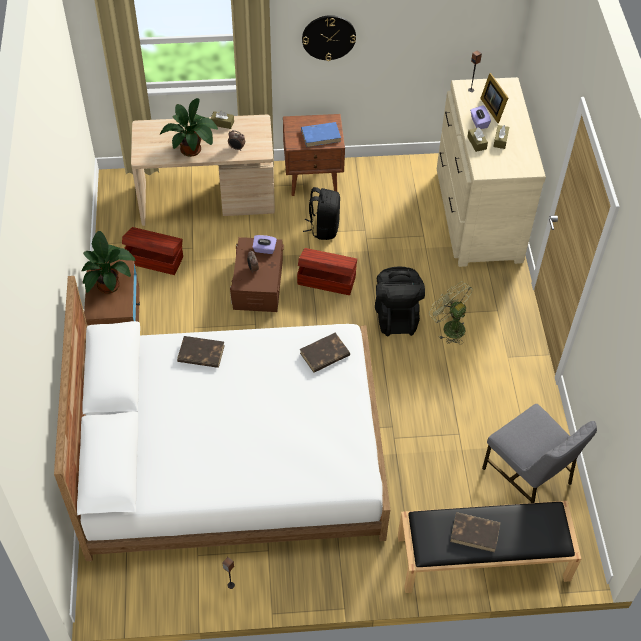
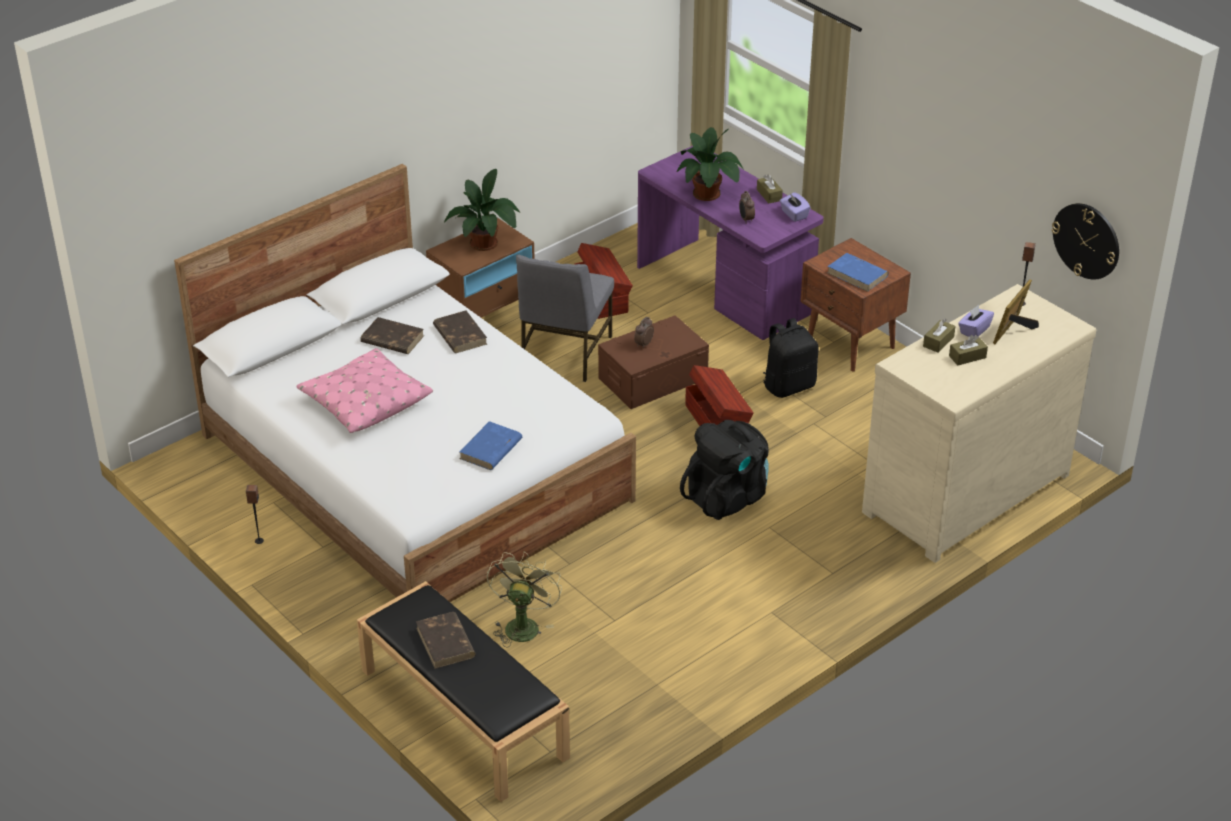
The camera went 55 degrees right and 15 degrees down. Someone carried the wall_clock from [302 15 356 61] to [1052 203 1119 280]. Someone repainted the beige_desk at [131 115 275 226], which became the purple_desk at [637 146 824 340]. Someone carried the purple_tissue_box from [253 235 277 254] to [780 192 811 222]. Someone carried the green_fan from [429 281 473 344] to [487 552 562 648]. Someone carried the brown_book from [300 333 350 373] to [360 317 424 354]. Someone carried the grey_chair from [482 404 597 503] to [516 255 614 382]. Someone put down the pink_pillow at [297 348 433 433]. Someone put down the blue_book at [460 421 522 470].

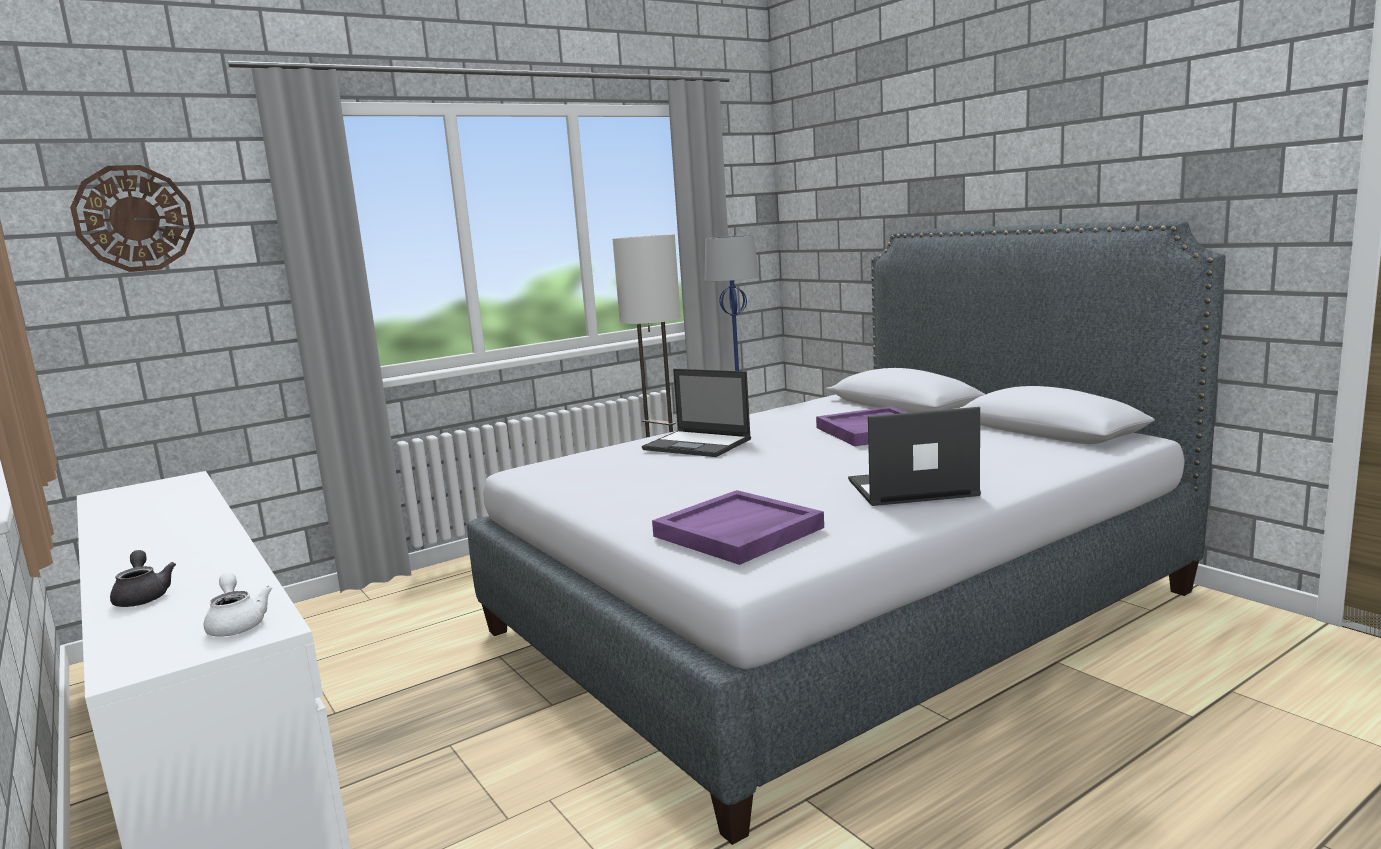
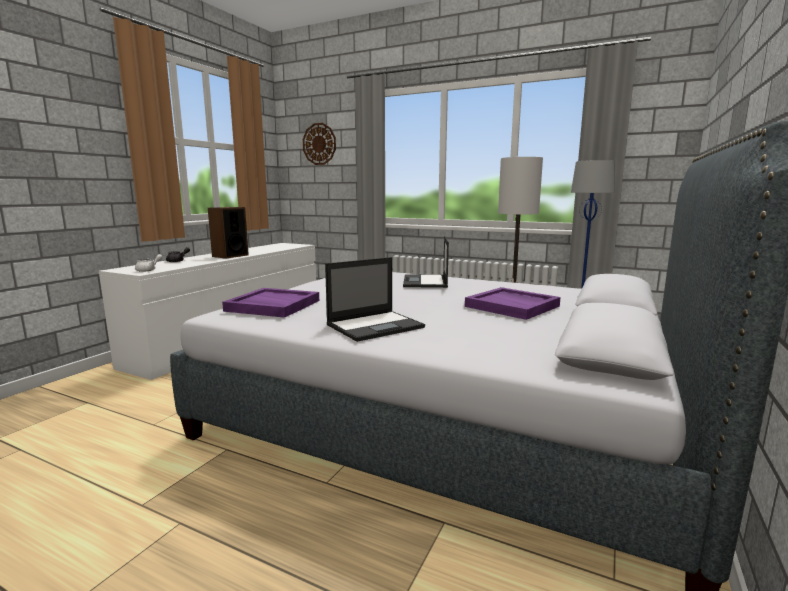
The camera went 60 degrees right and 0 degrees up. Someone rotated the laptop at [848 407 981 506] by 90 degrees clockwise. Someone put down the speaker at [208 207 249 259].

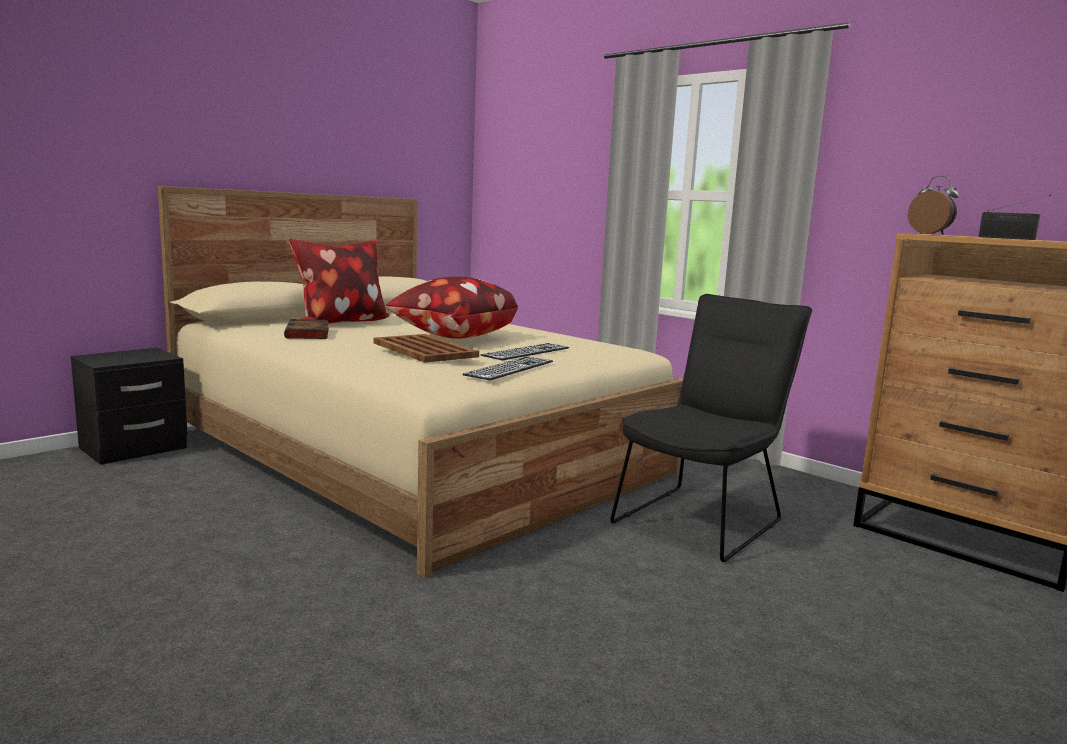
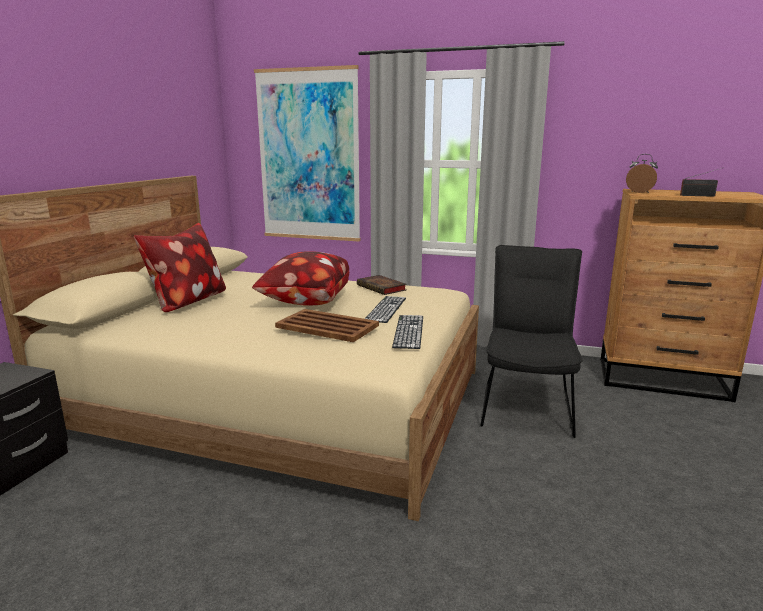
The camera went 25 degrees left and 5 degrees up. Someone carried the book from [284 319 329 339] to [357 275 407 295]. Someone put up the picture at [254 65 361 241].

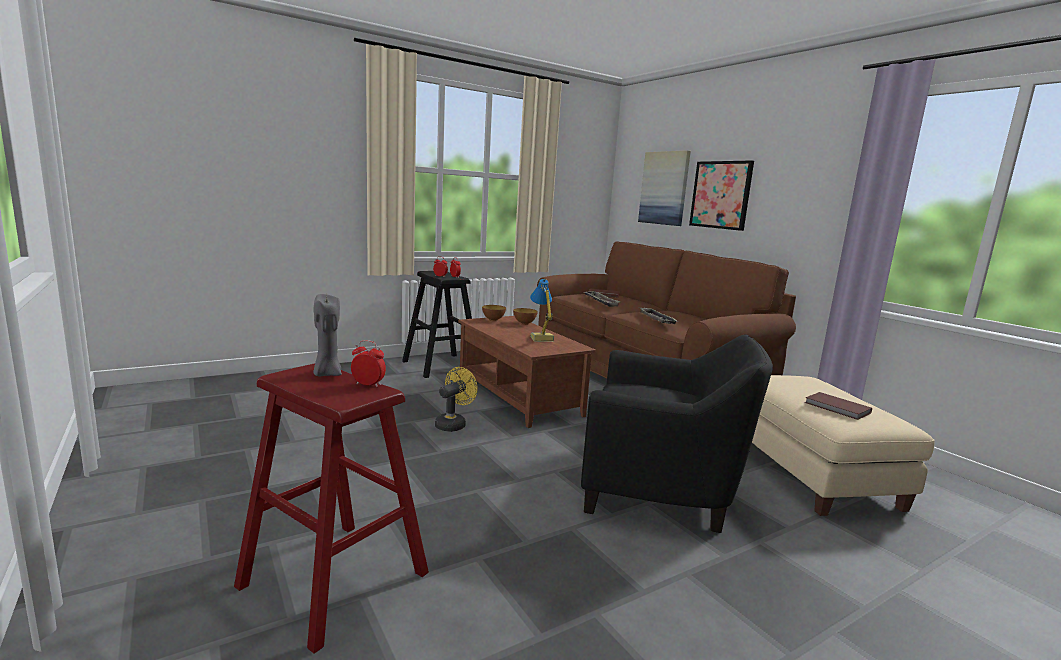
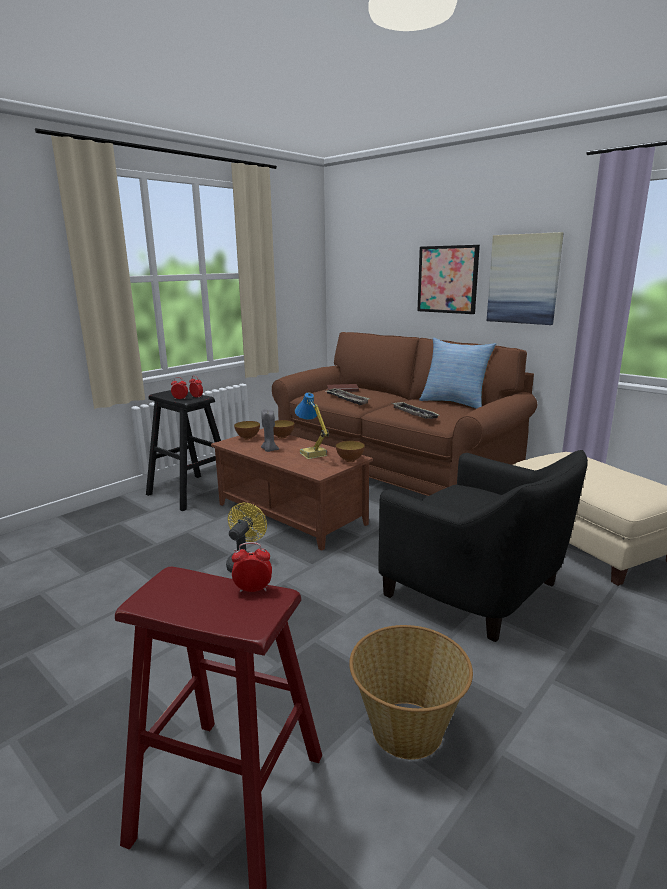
The camera went 15 degrees left and 5 degrees up. Someone carried the picture from [638 150 691 226] to [487 232 564 325]. Someone carried the grey_candle from [313 294 342 376] to [261 409 279 452]. Someone rotated the black_armchair at [581 334 773 533] by 45 degrees clockwise. Someone took away the brown_book at [805 392 872 420]. Someone put down the pillow at [419 338 496 409]. Someone put down the bowl at [336 441 365 462]. Someone put down the basket at [349 625 473 760].

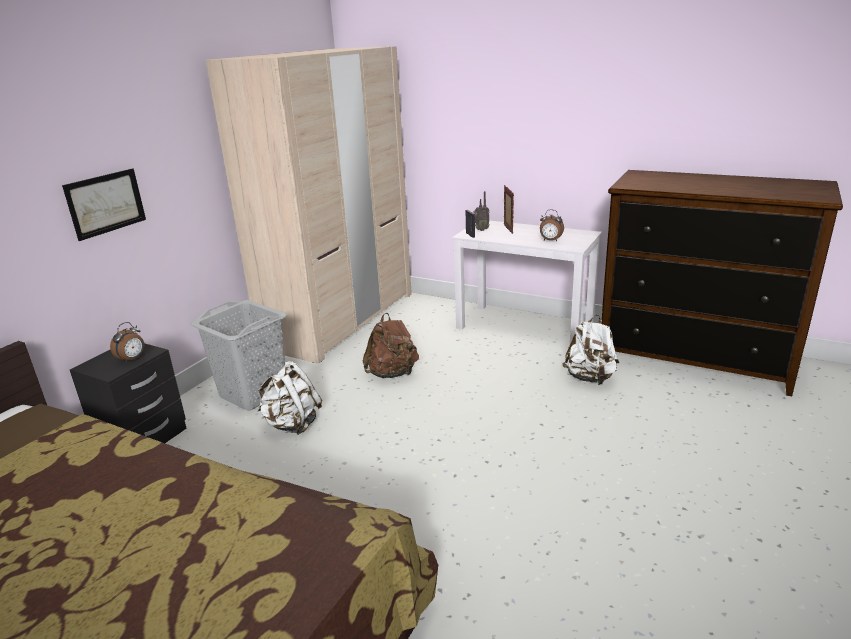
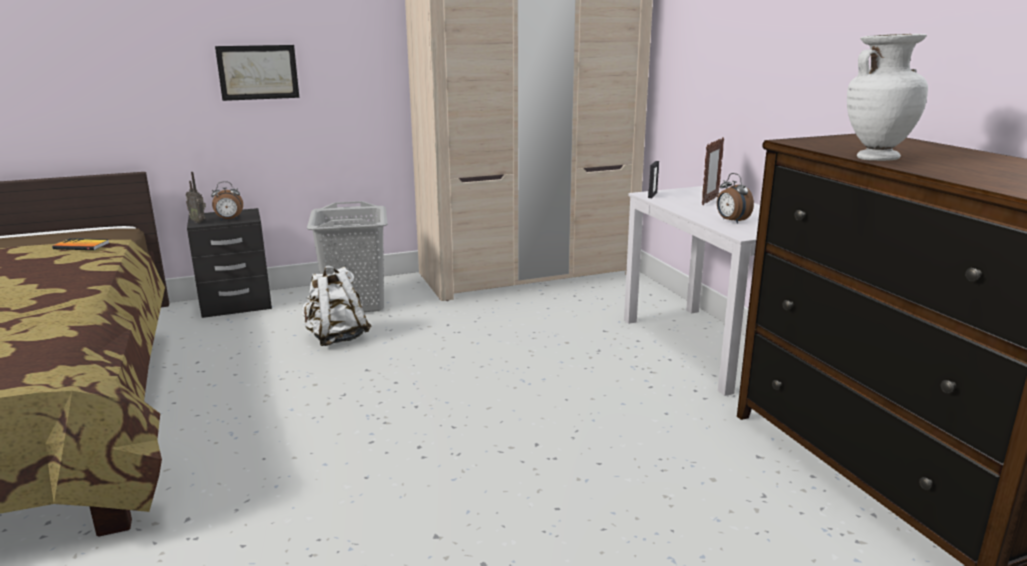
The camera went 40 degrees right and 5 degrees down. Someone carried the radio from [473 191 490 231] to [186 172 206 223]. Someone took away the brown_backpack at [363 313 419 378]. Someone took away the white_backpack at [563 314 619 385]. Someone put down the white_vase at [847 34 928 161]. Someone put down the book at [52 238 109 250].

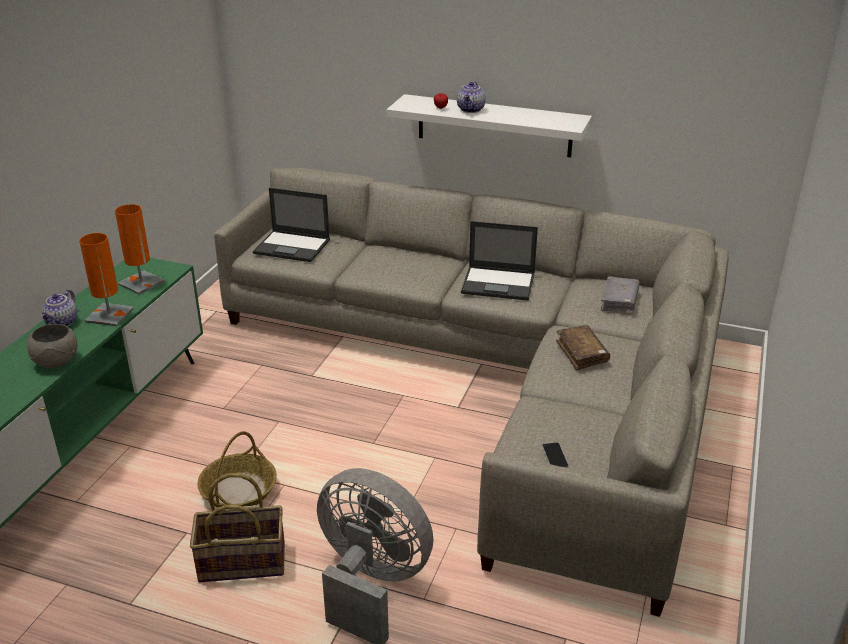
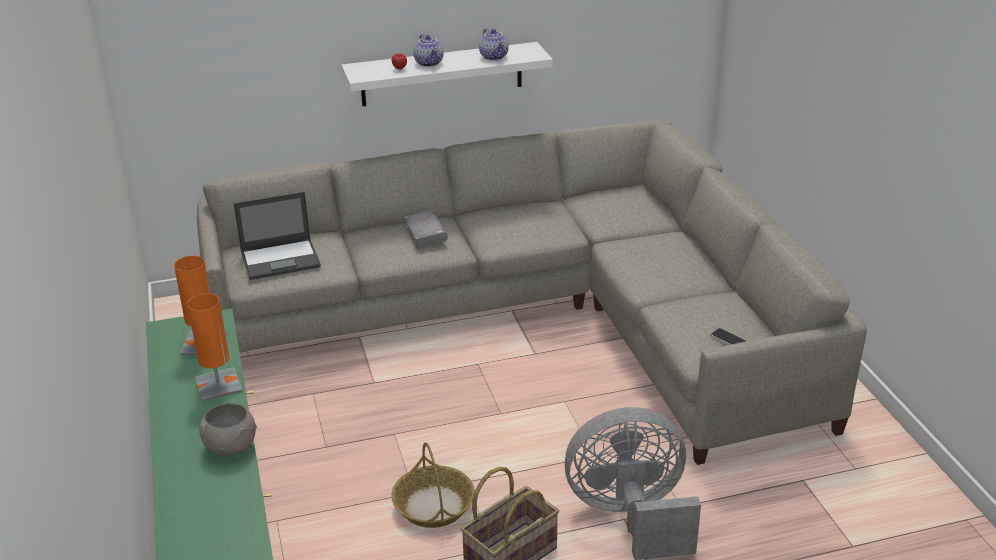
The camera went 35 degrees left and 0 degrees up. Someone took away the laptop at [461 221 538 301]. Someone carried the grey_book from [601 276 640 311] to [404 211 448 249]. Someone carried the teapot from [40 289 77 327] to [479 28 509 61]. Someone took away the brown_book at [556 325 610 370].

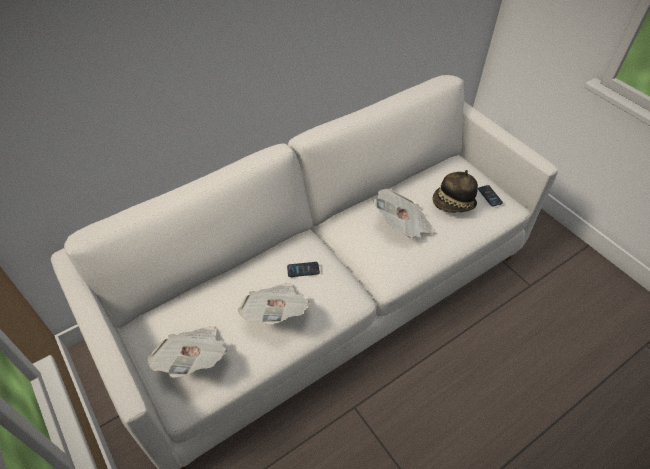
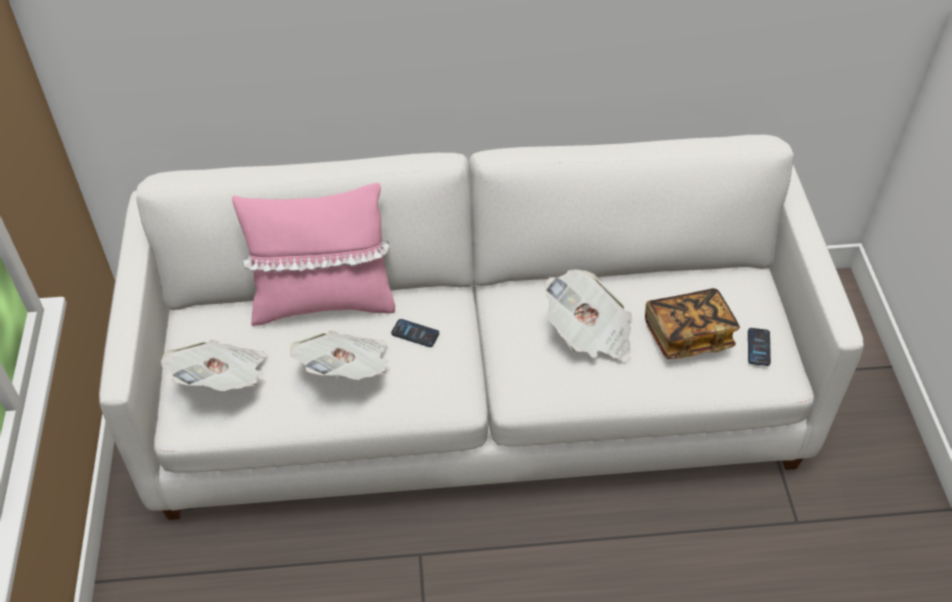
The camera went 30 degrees right and 0 degrees up. Someone swapped the hat at [432 170 478 213] for the book at [645 288 740 359]. Someone put down the pink_pillow at [232 183 395 326].

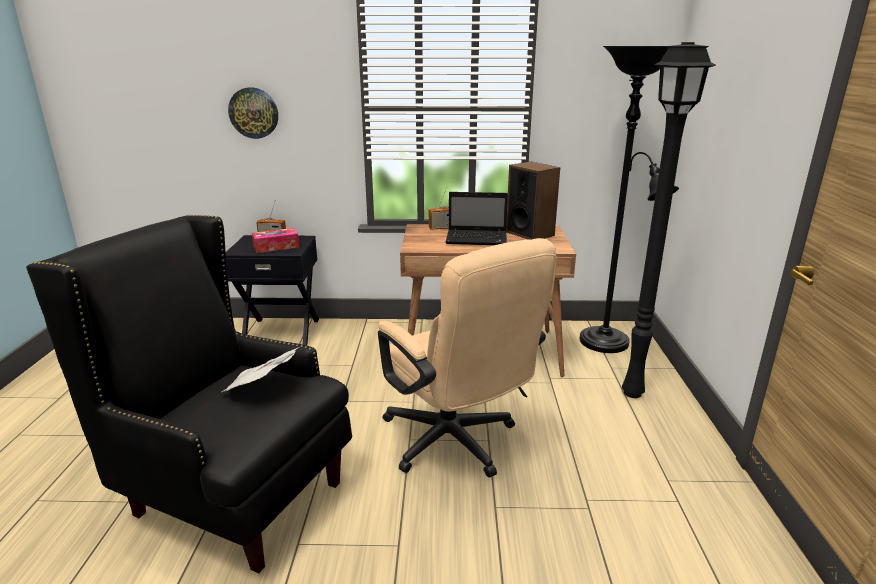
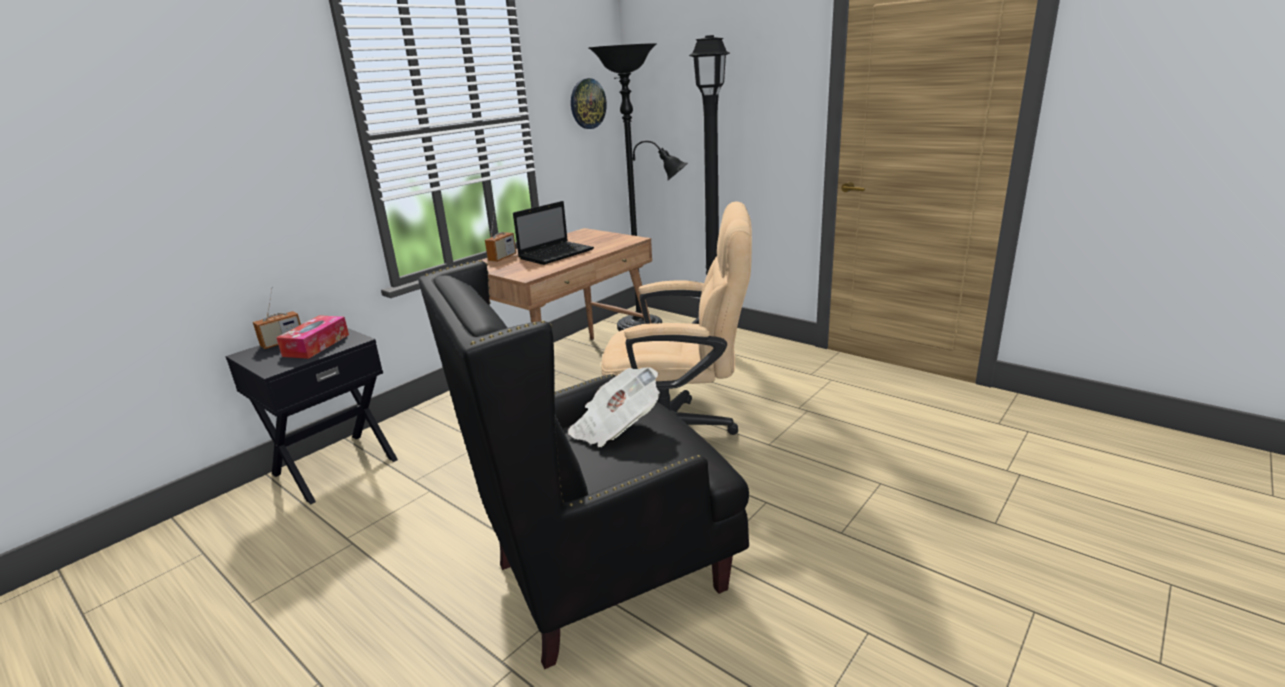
The camera went 50 degrees left and 0 degrees up. Someone carried the wall_clock from [228 87 278 139] to [571 78 607 129]. Someone took away the speaker at [506 162 560 240].

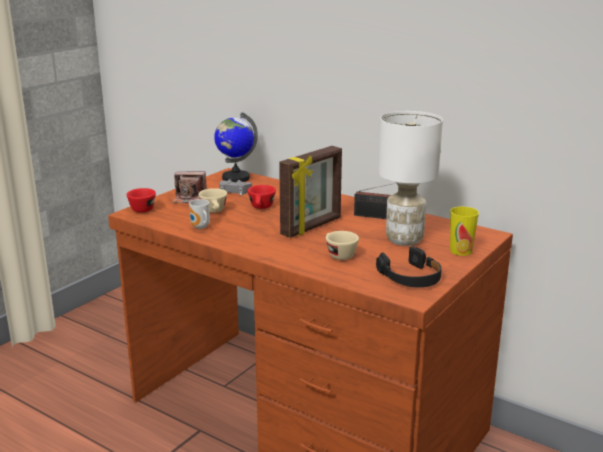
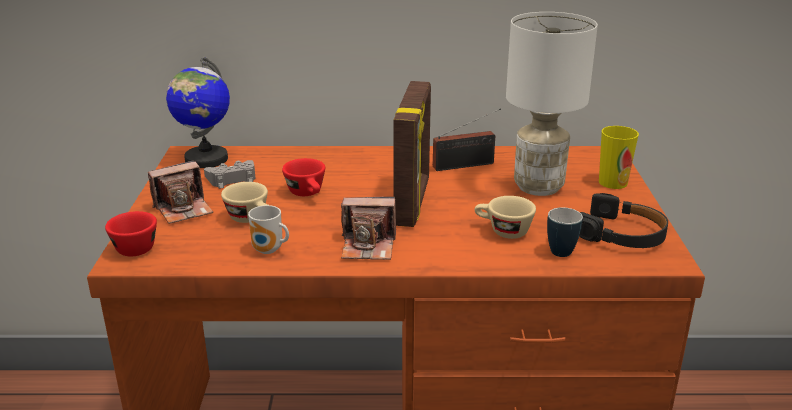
The camera went 35 degrees left and 5 degrees up. Someone put down the photo_camera at [341 197 396 260]. Someone put down the mug at [547 207 583 257].

